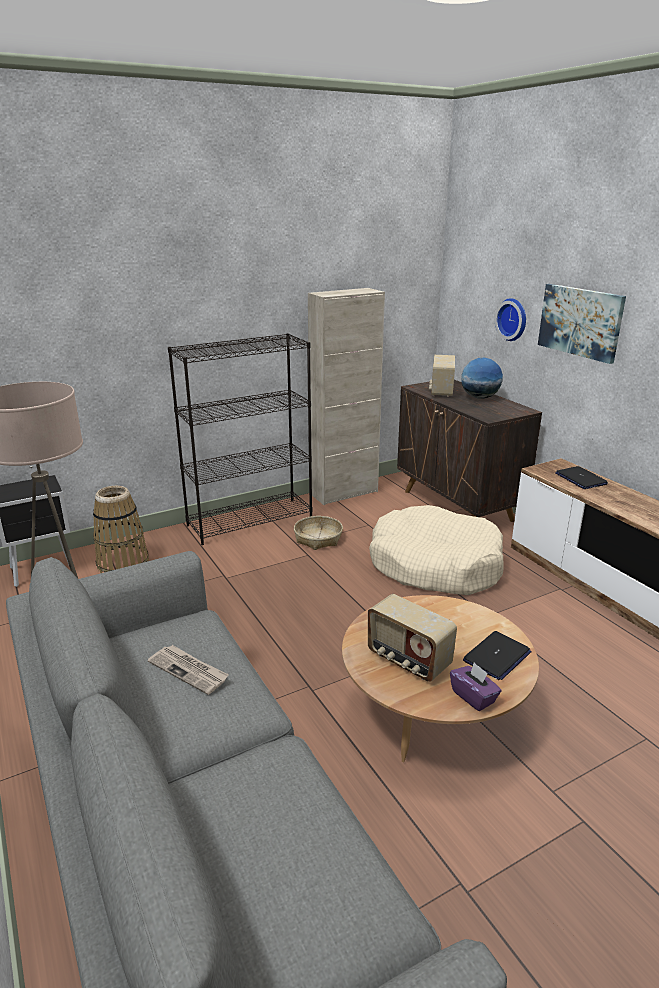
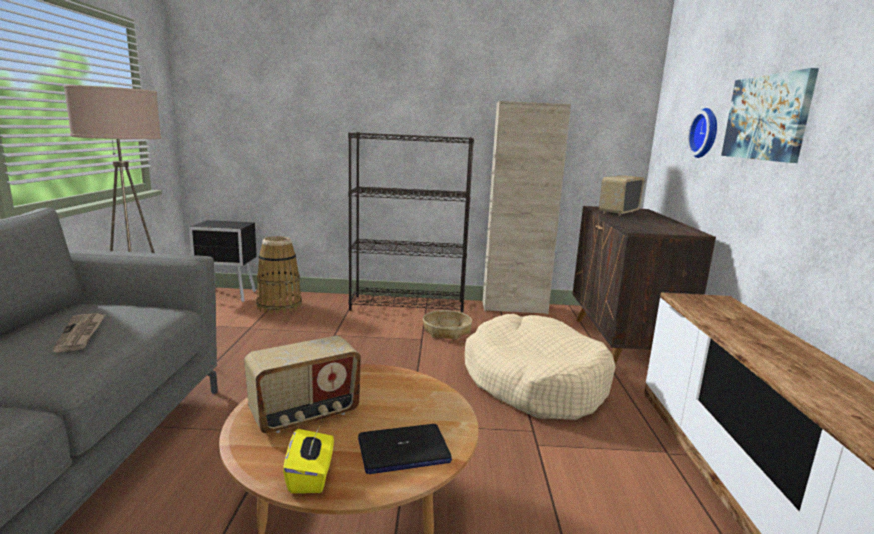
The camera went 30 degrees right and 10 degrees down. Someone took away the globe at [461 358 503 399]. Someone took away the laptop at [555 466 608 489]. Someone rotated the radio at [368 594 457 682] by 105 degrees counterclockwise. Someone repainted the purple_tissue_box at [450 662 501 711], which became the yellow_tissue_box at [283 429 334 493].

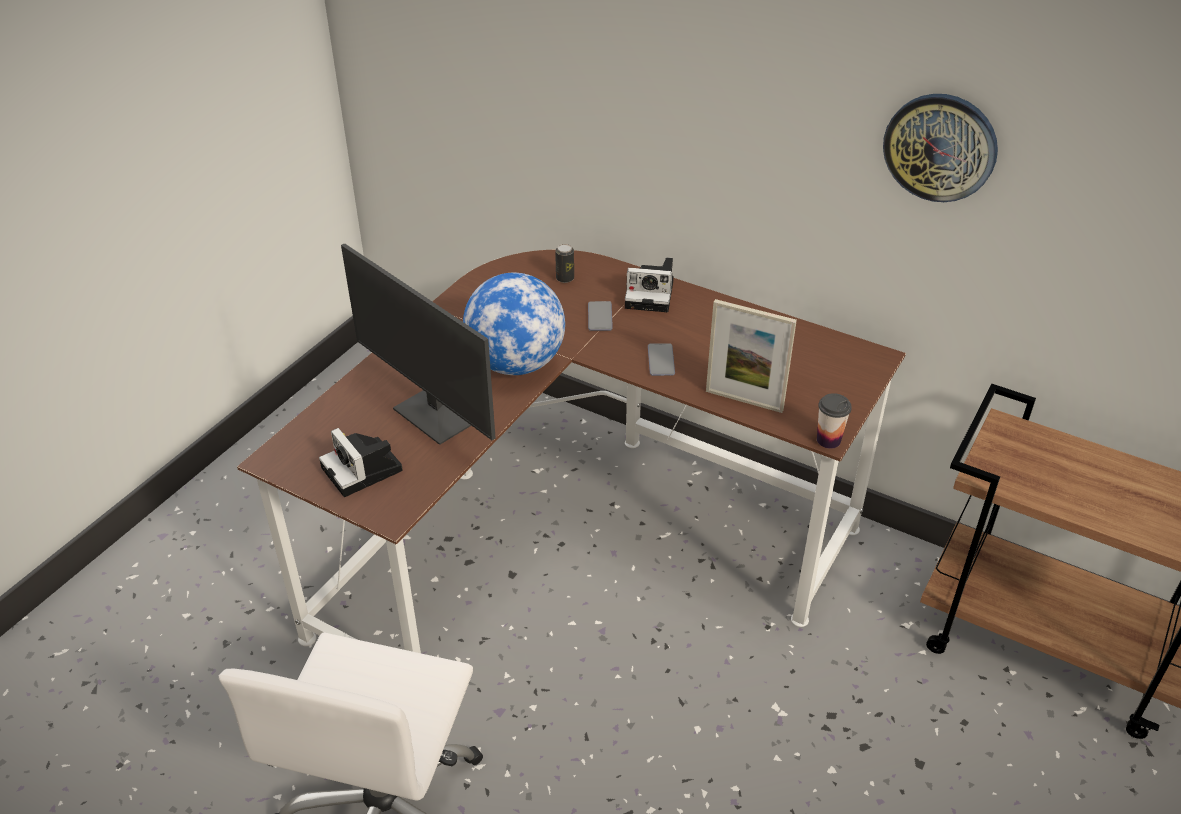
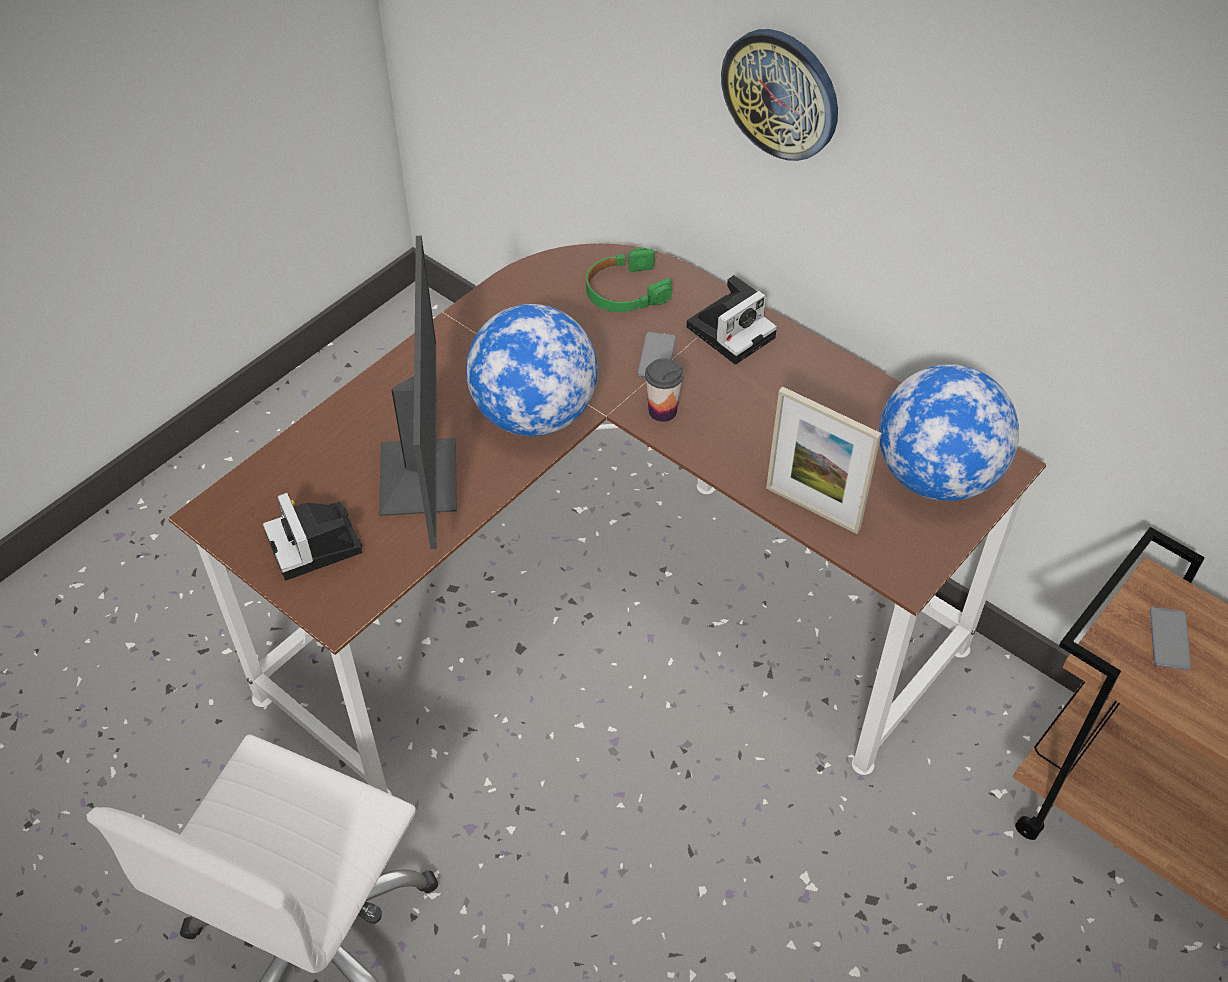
The camera went 10 degrees right and 10 degrees up. Someone carried the wall_clock from [883 94 998 202] to [721 29 838 161]. Someone rotated the monitor at [341 243 496 445] by 150 degrees counterclockwise. Someone swapped the can at [555 244 574 283] for the green_headphones at [586 248 672 312]. Someone rotated the photo_camera at [625 257 674 312] by 60 degrees counterclockwise. Someone carried the phone from [648 343 675 376] to [1150 607 1191 670]. Someone carried the cup from [817 393 852 449] to [645 358 684 422]. Someone put down the globe at [879 364 1019 501].

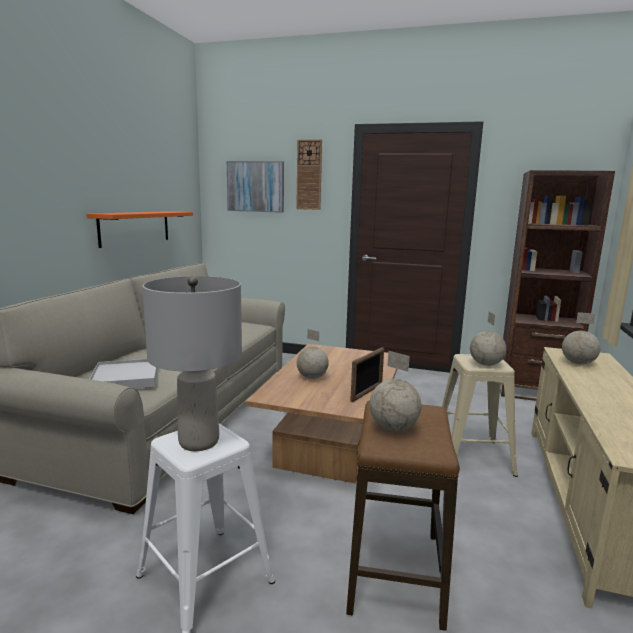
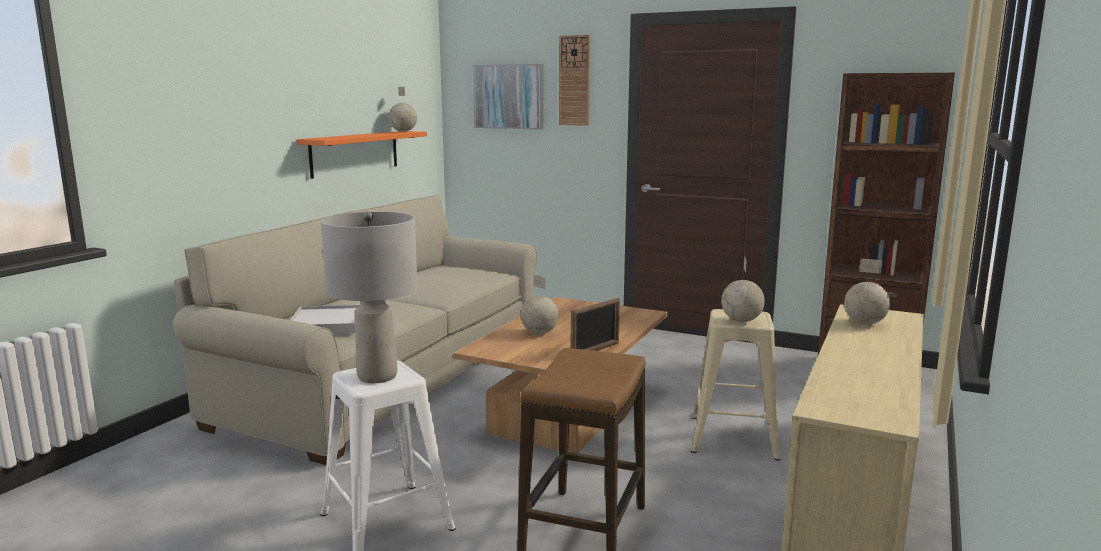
The camera went 10 degrees right and 0 degrees up. Someone carried the globe from [370 351 421 431] to [389 87 417 132].

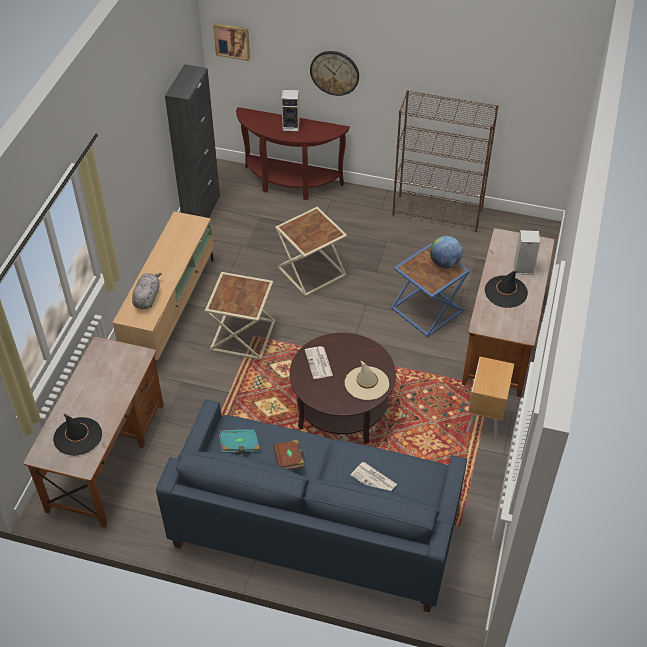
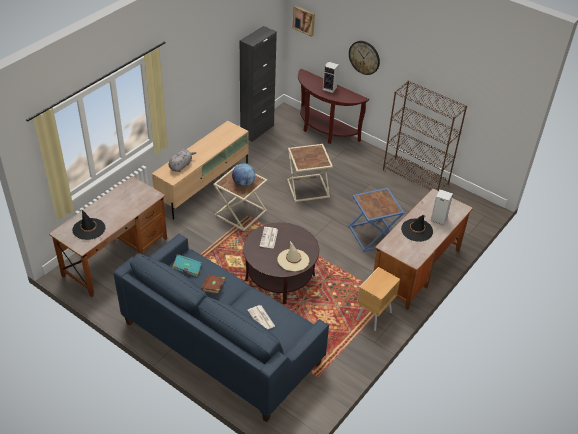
The camera went 20 degrees right and 5 degrees down. Someone carried the globe from [430 236 463 268] to [232 163 256 187].

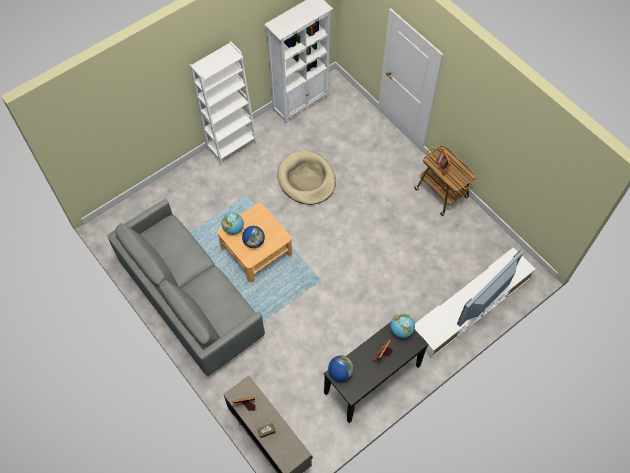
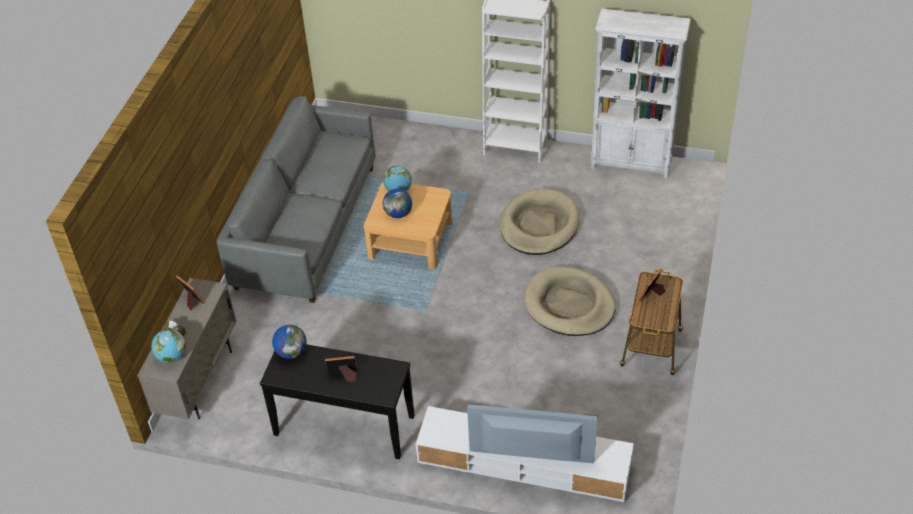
The camera went 55 degrees right and 15 degrees down. Someone carried the globe from [390 313 415 338] to [151 329 186 363]. Someone put down the beige_dog_bed at [524 267 616 336].

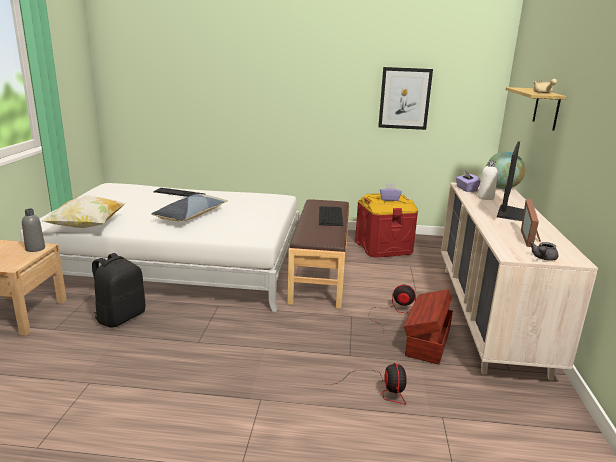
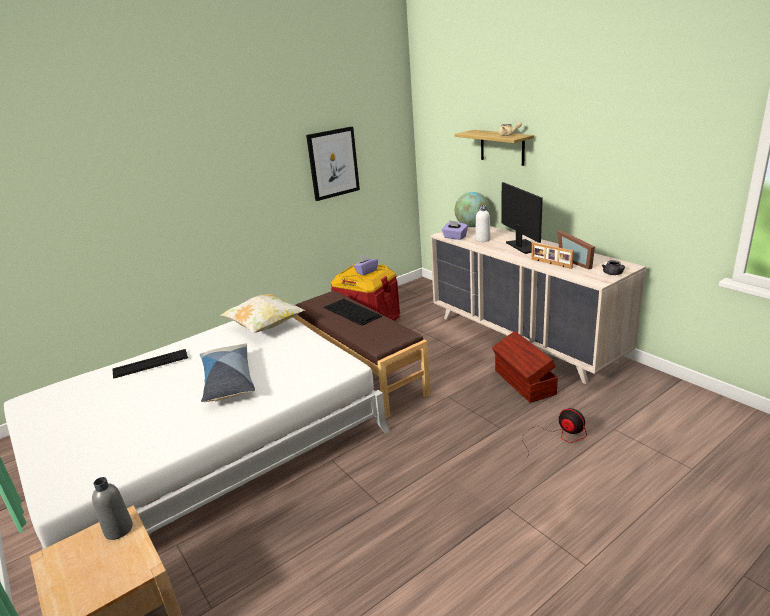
The camera went 40 degrees left and 5 degrees up. Someone carried the pillow from [42 196 125 228] to [221 294 305 333]. Someone took away the black_backpack at [92 253 145 328]. Someone took away the fan at [368 285 416 333]. Someone put down the picture_frame at [531 242 574 269].

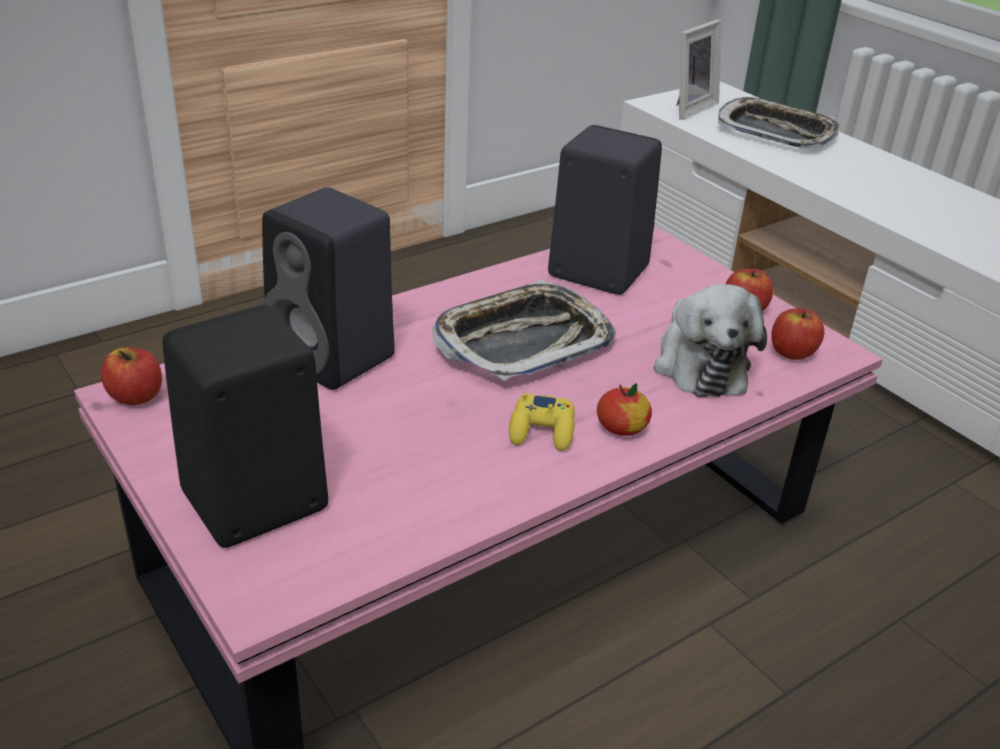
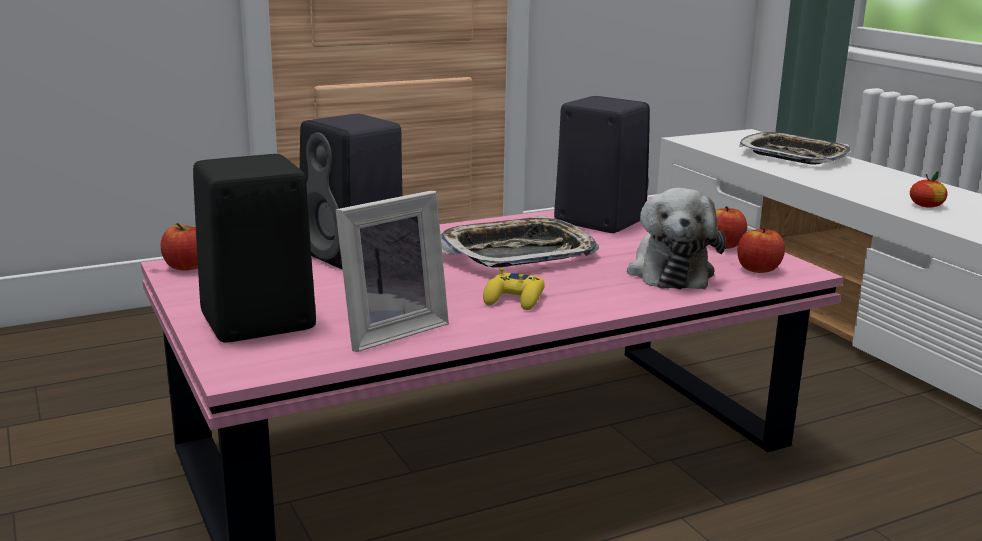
The camera went 10 degrees right and 15 degrees down. Someone carried the picture_frame from [676 19 722 120] to [336 190 449 352]. Someone carried the apple from [597 383 652 436] to [910 171 948 208].

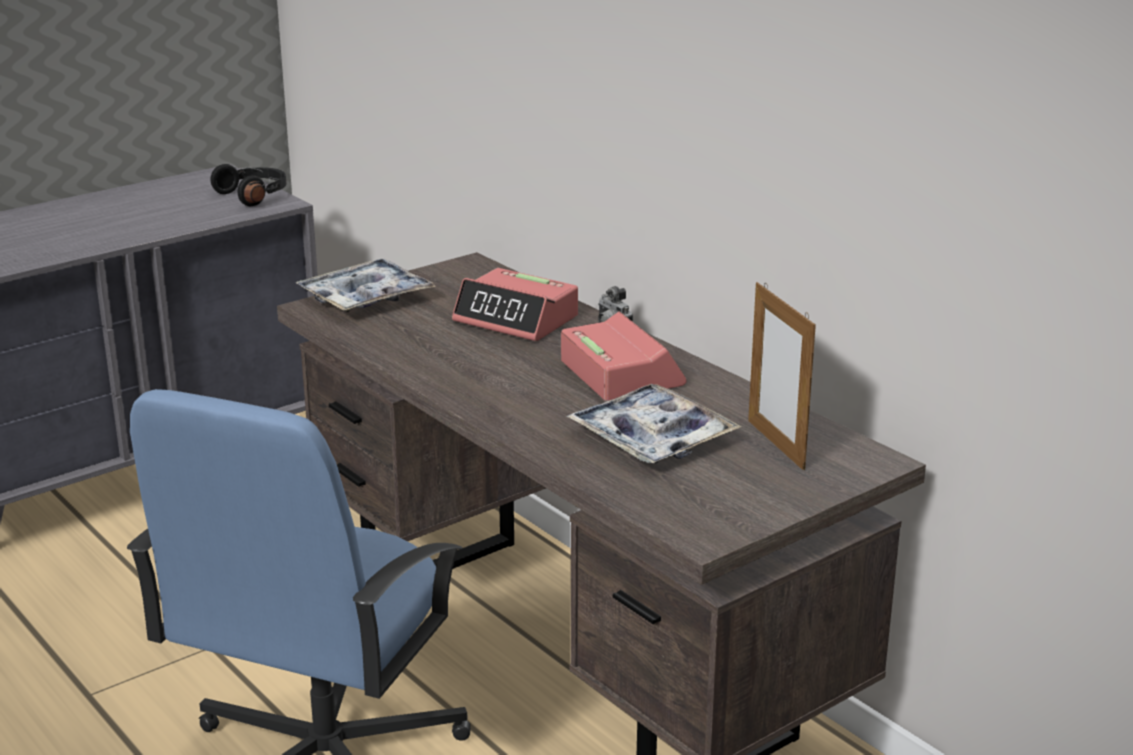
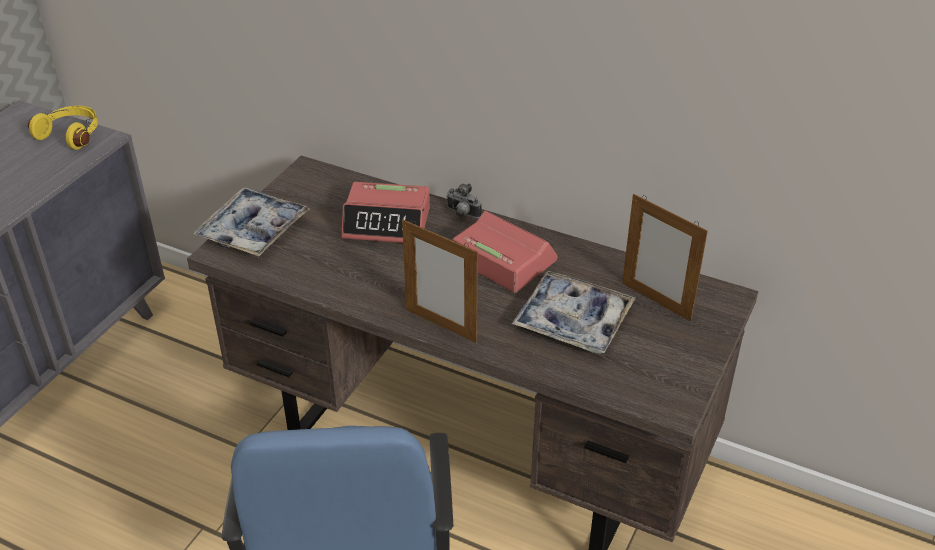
The camera went 25 degrees left and 15 degrees up. Someone repainted the black_headphones at [210 164 286 207], which became the yellow_headphones at [28 106 98 150]. Someone put down the picture_frame at [402 220 478 343].

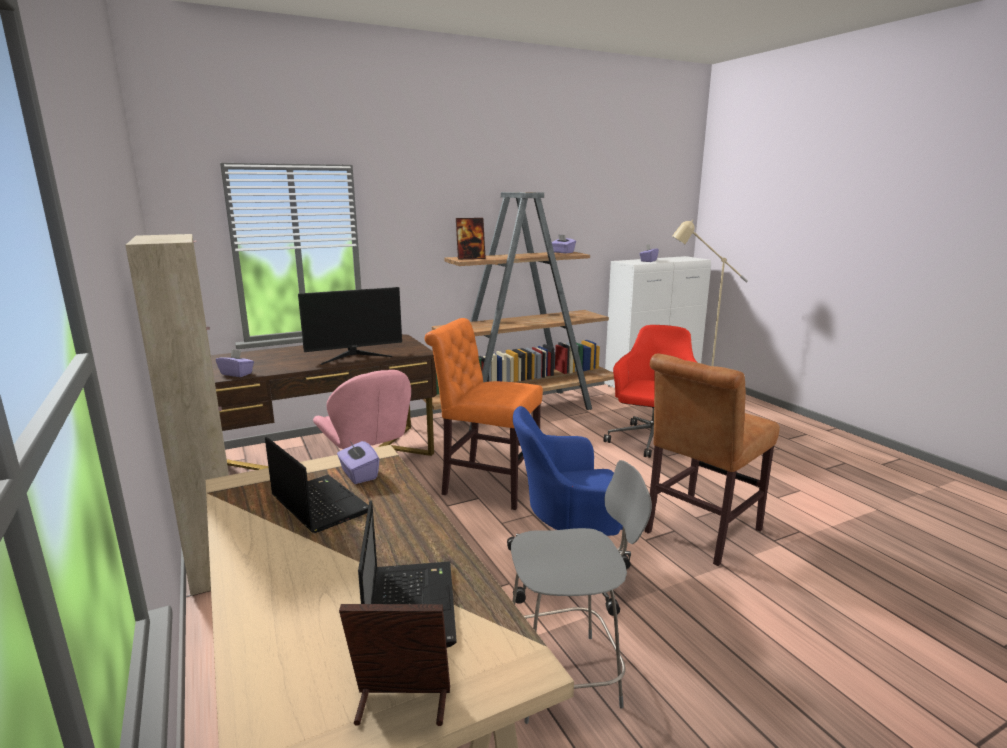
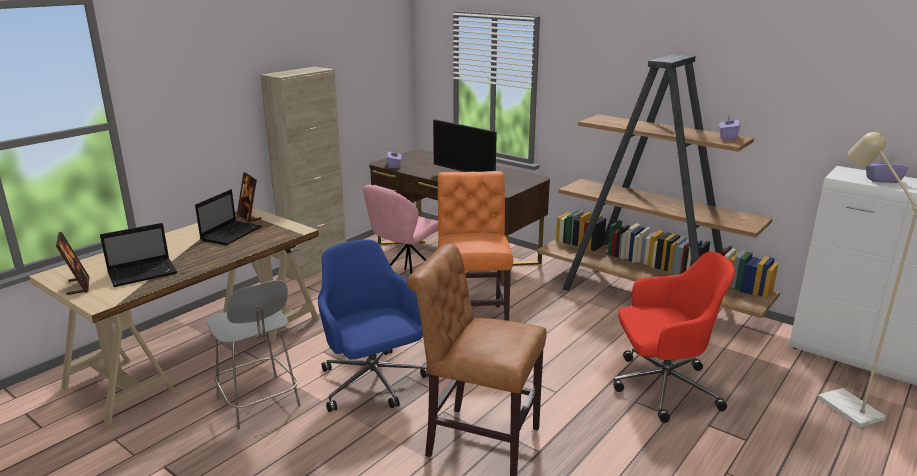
The camera went 65 degrees right and 5 degrees up. Someone carried the picture_frame from [456 218 486 259] to [237 172 262 223]. Someone took away the purple_tissue_box at [337 441 379 484].

